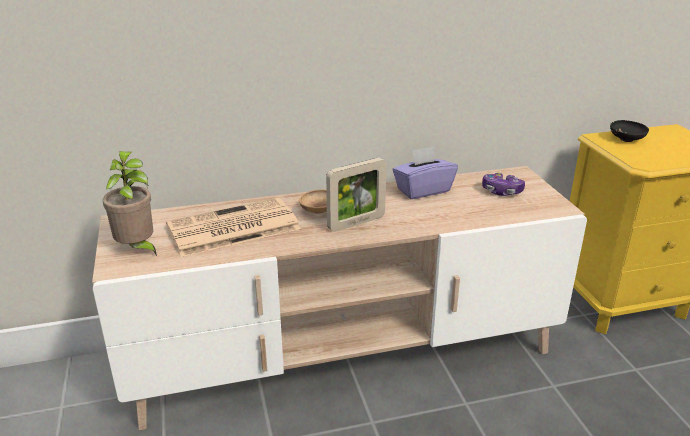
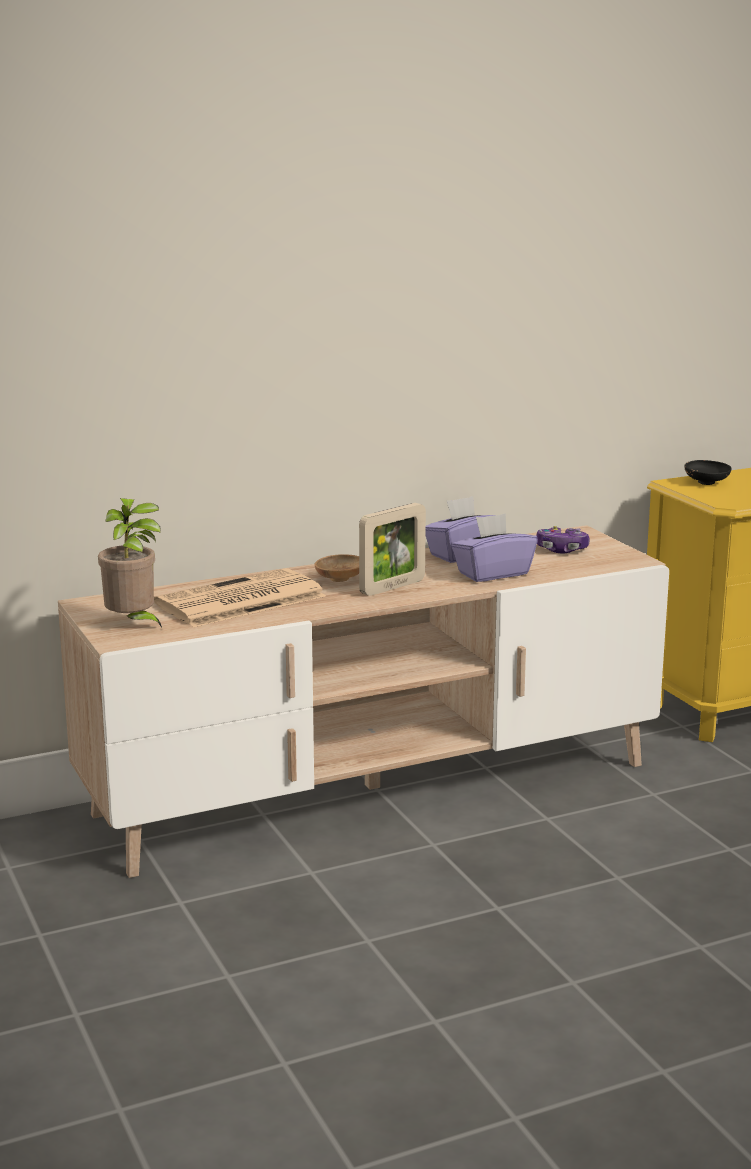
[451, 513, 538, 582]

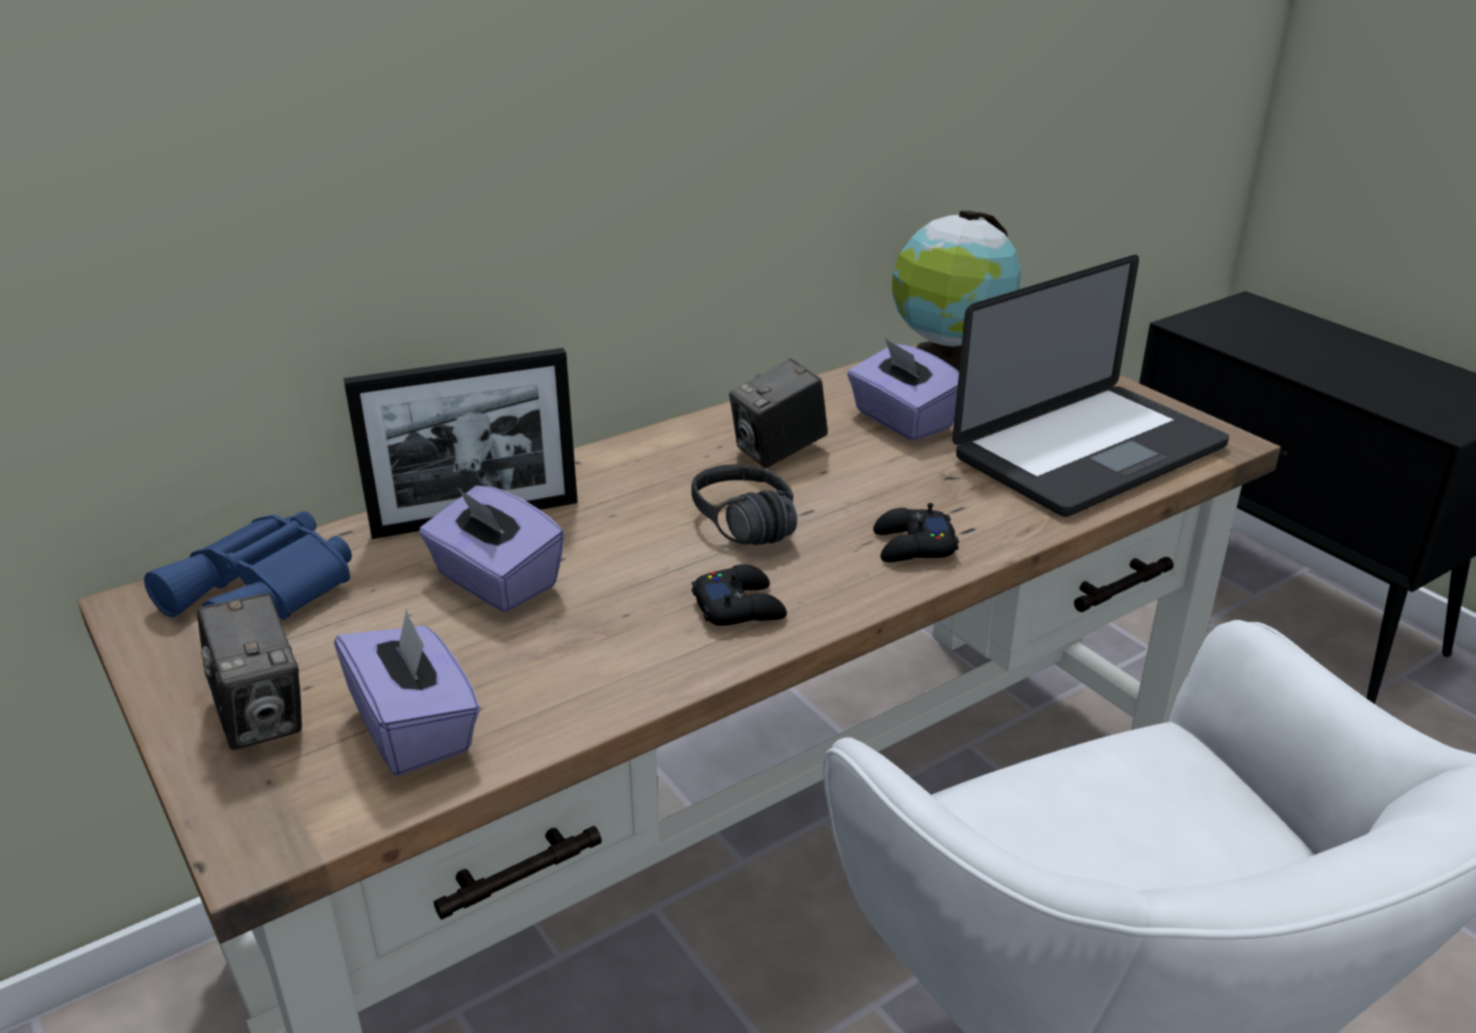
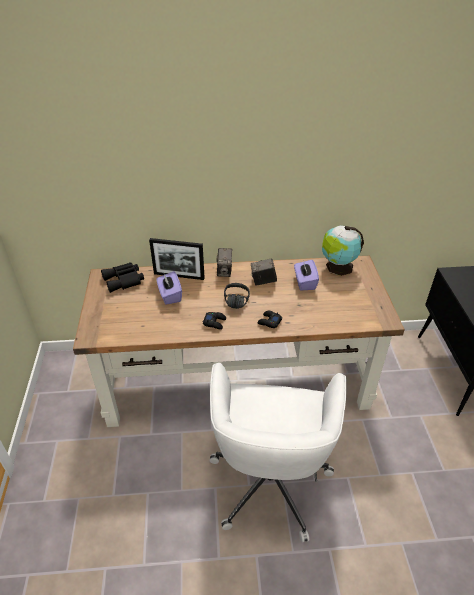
[101, 262, 144, 293]
[216, 248, 232, 277]
[334, 610, 480, 776] (first image)
[952, 255, 1229, 517] (first image)

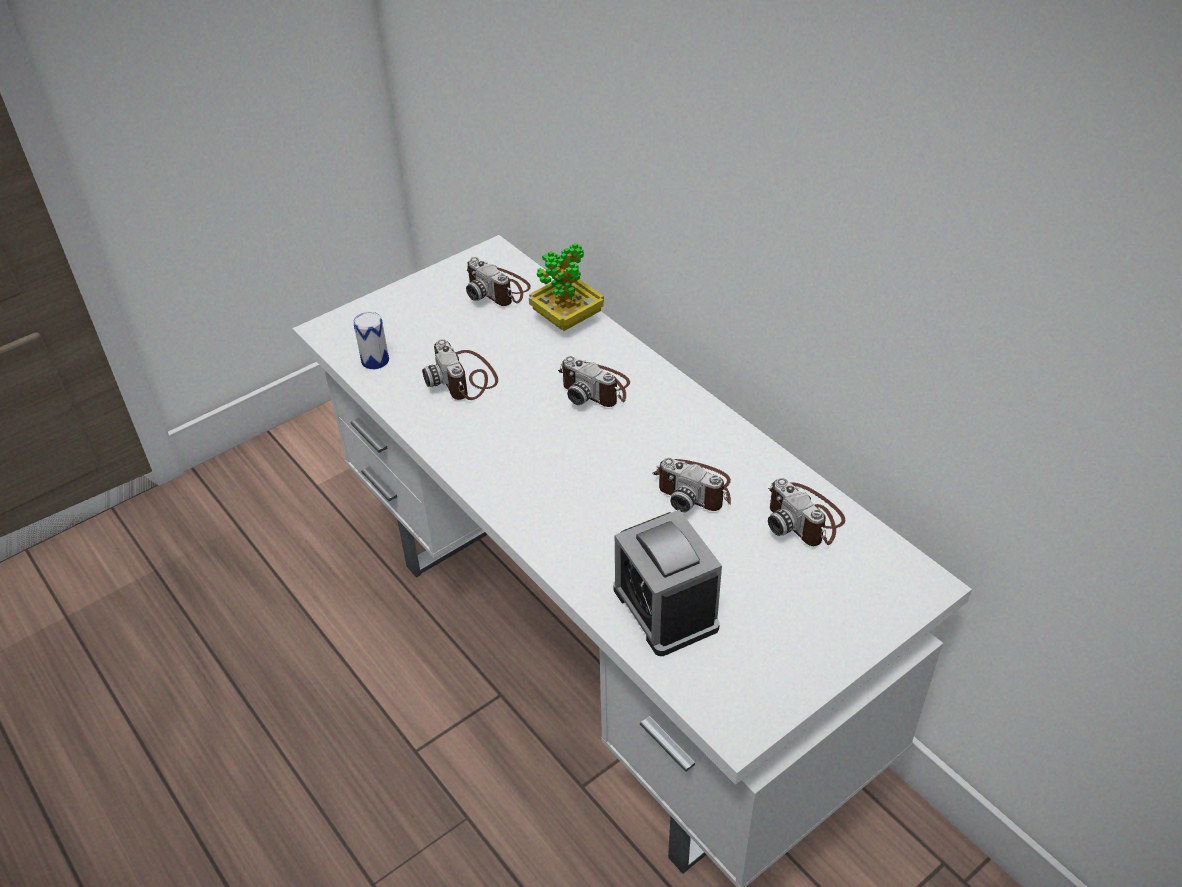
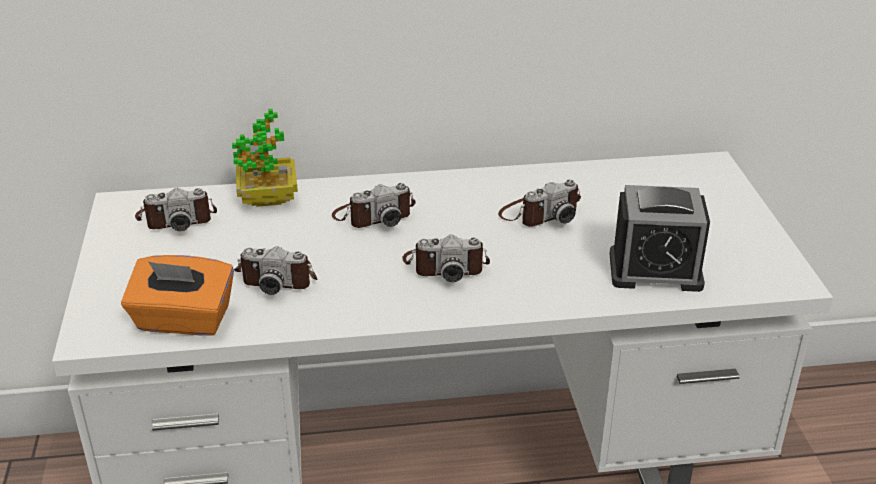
[121, 255, 234, 336]
[402, 235, 490, 282]

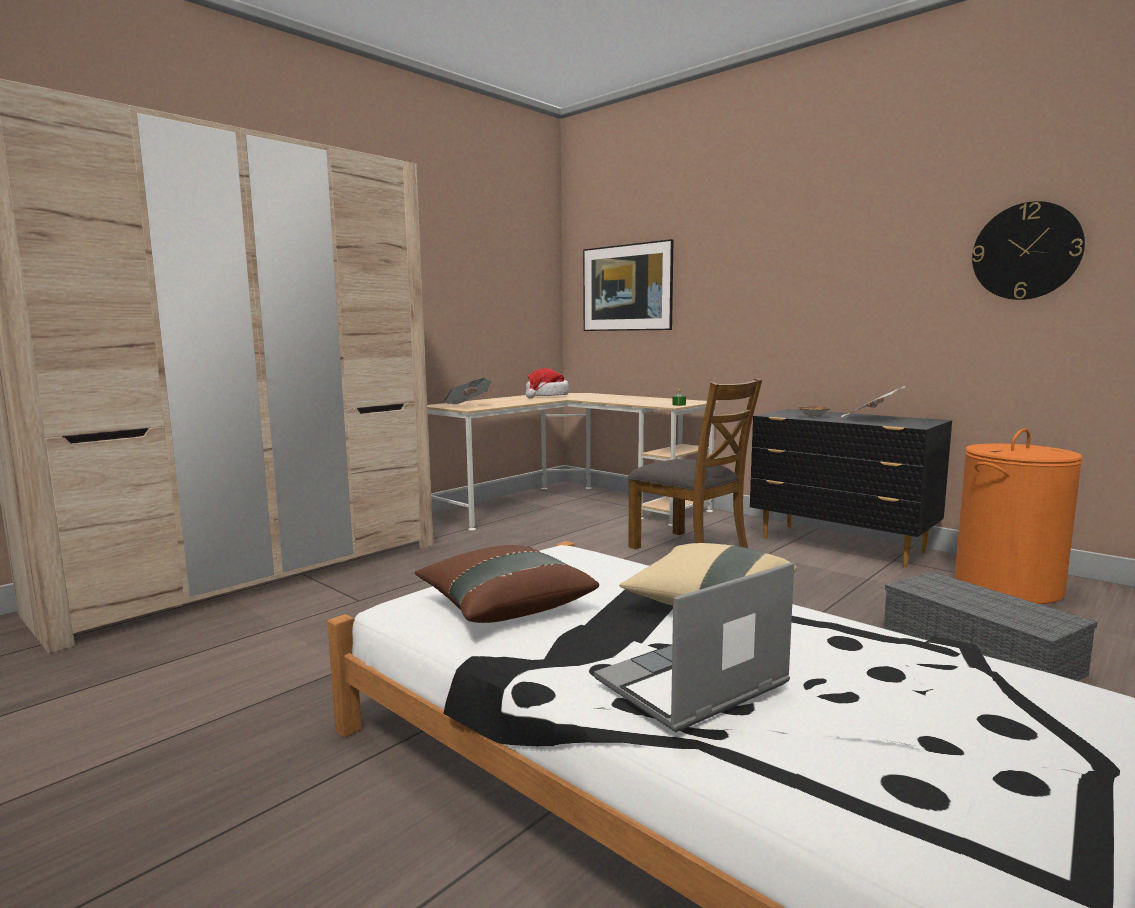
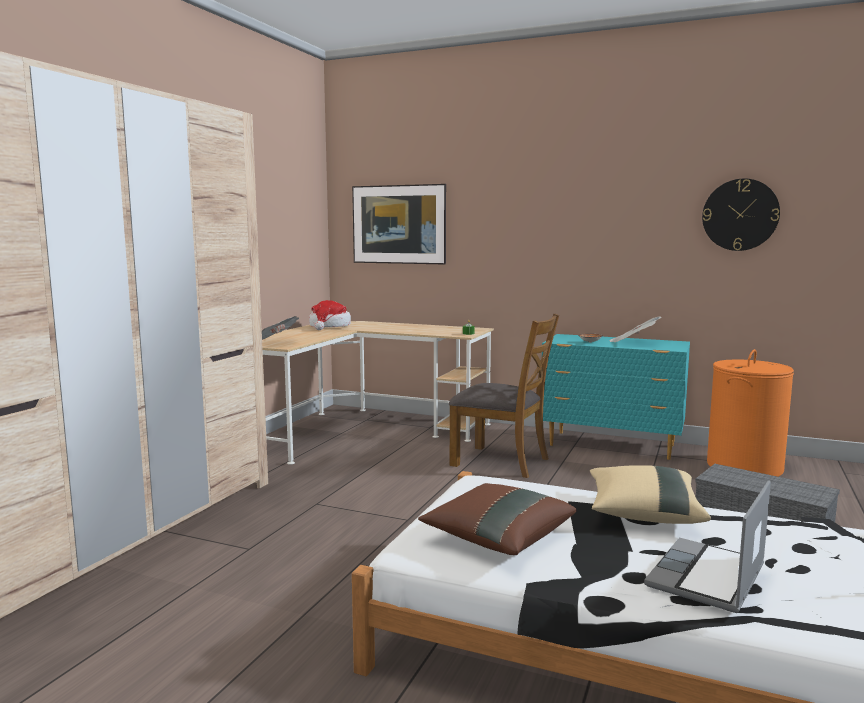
[542, 334, 690, 460]

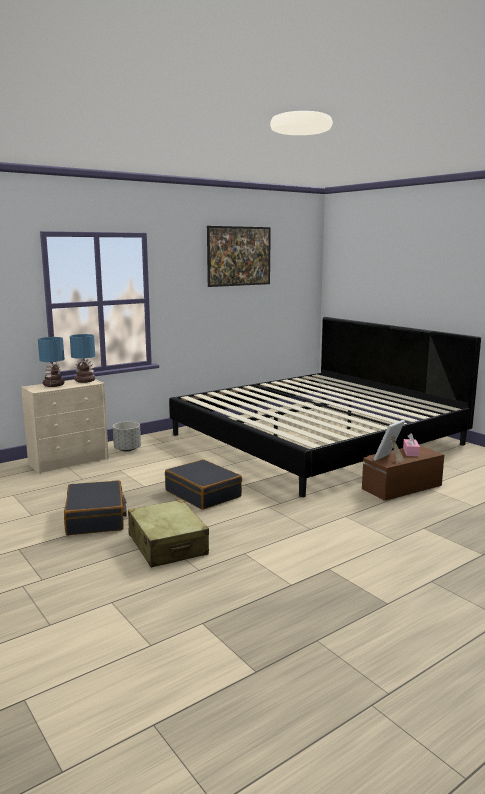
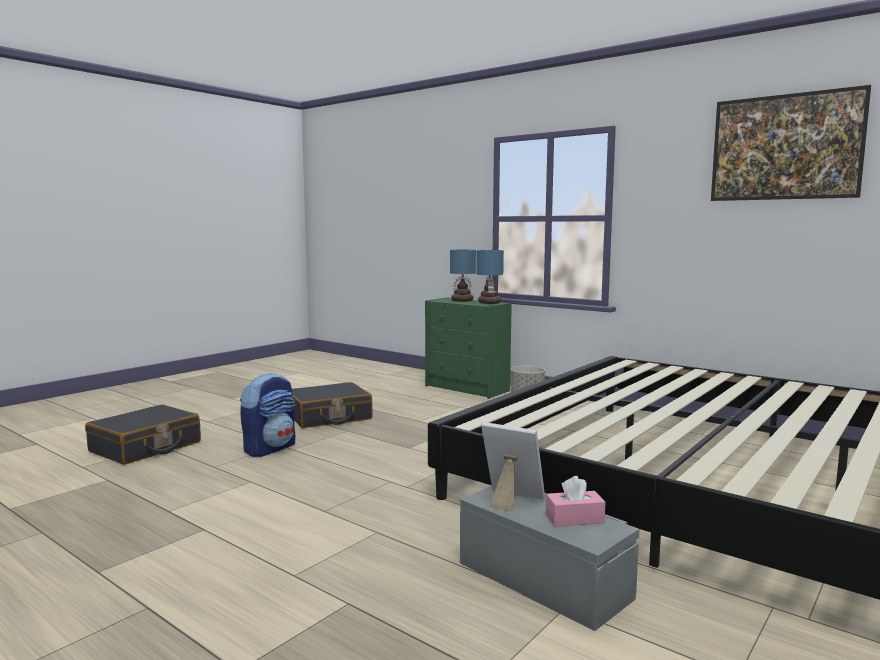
[85, 405, 201, 465]
[240, 373, 295, 457]
[425, 297, 512, 399]
[460, 486, 640, 631]

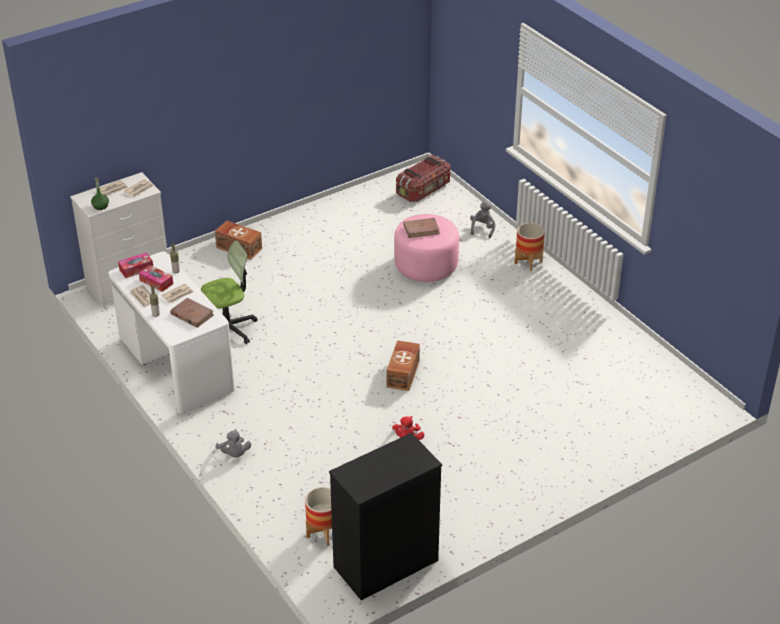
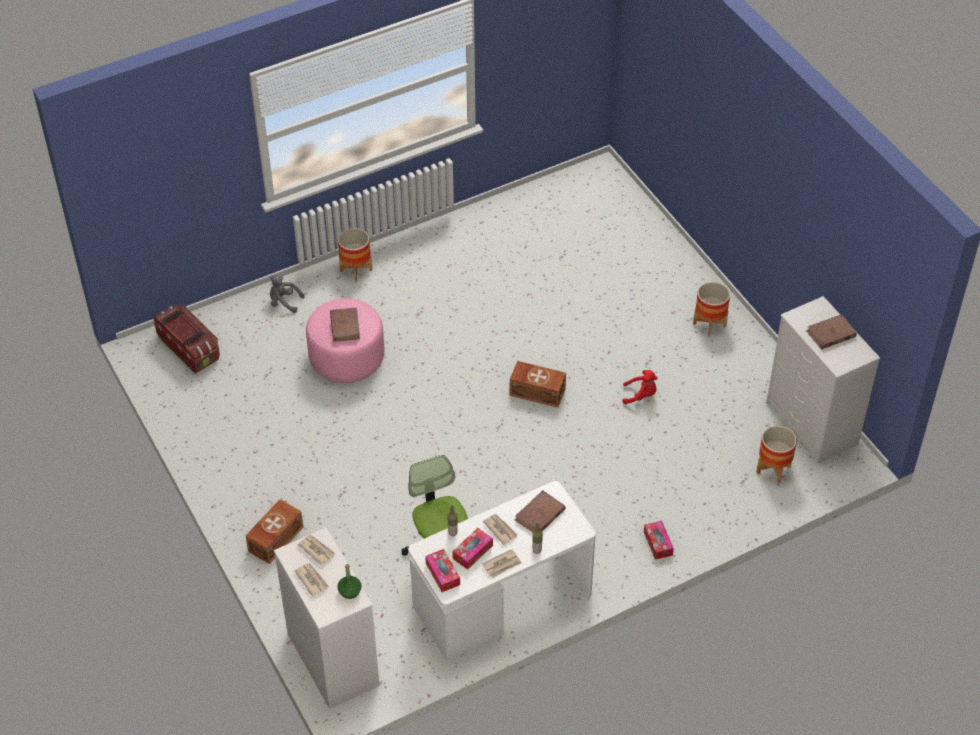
[644, 521, 674, 560]
[693, 282, 730, 337]
[766, 296, 880, 464]
[806, 314, 857, 350]

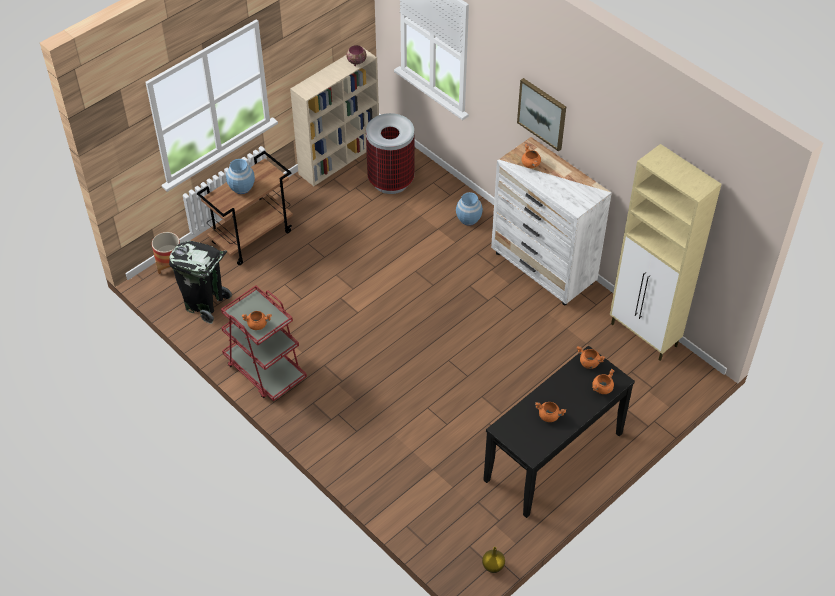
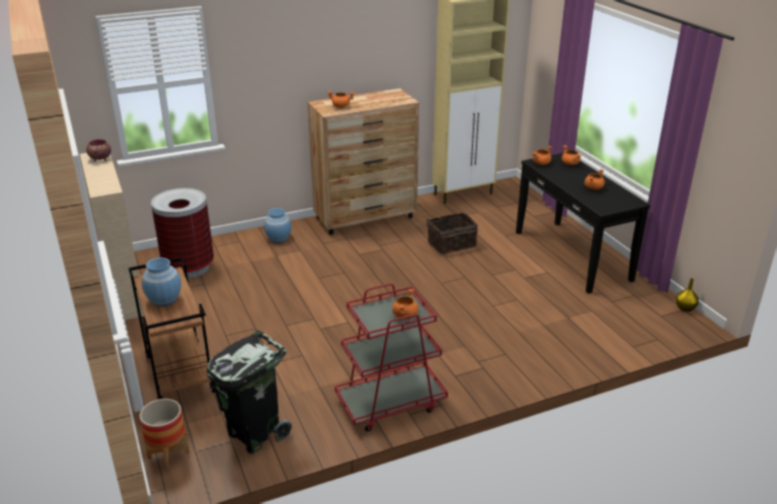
[308, 89, 419, 235]
[426, 213, 478, 254]
[517, 78, 566, 151] (first image)

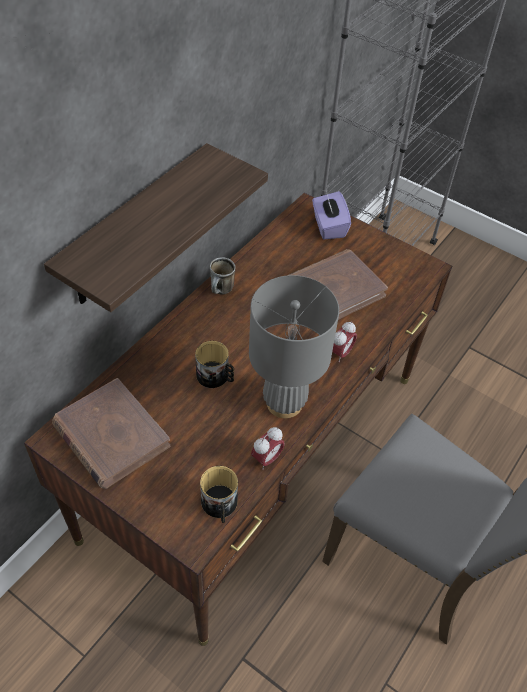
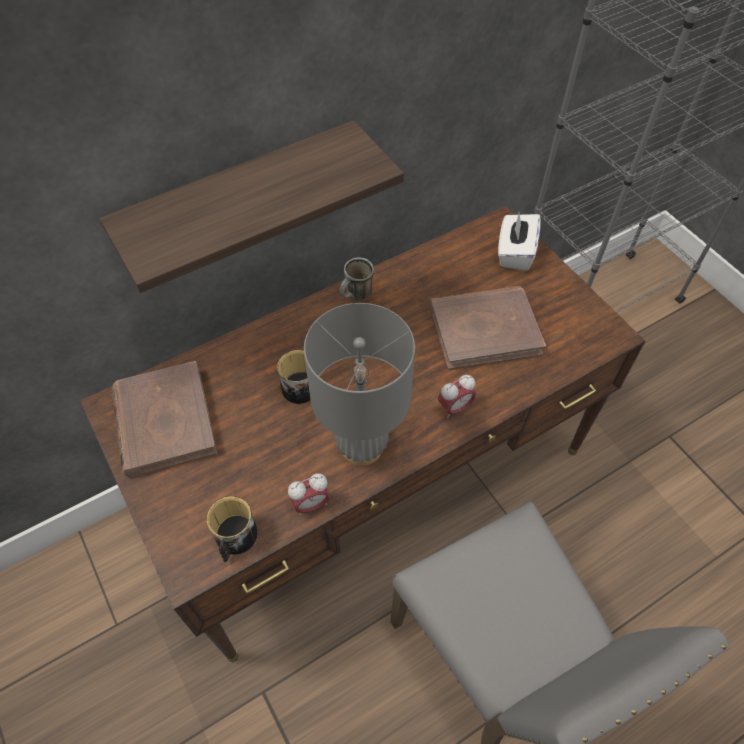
[498, 213, 541, 271]

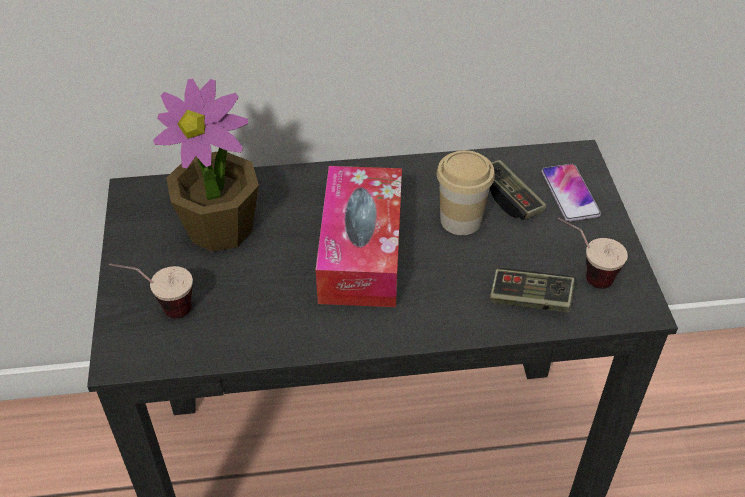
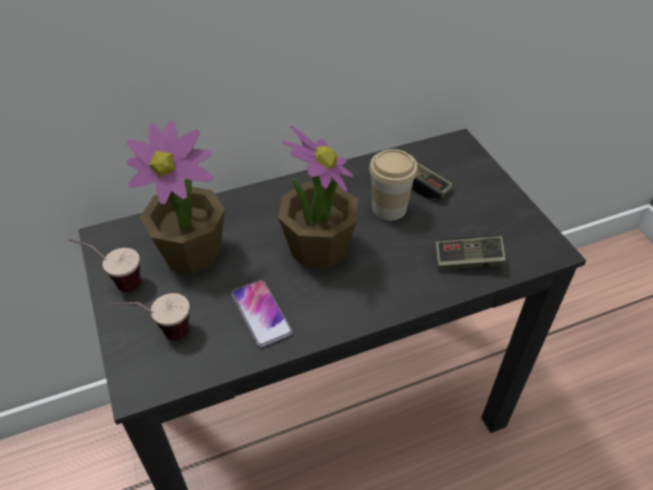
[68, 239, 141, 292]
[232, 280, 292, 347]
[278, 126, 358, 269]

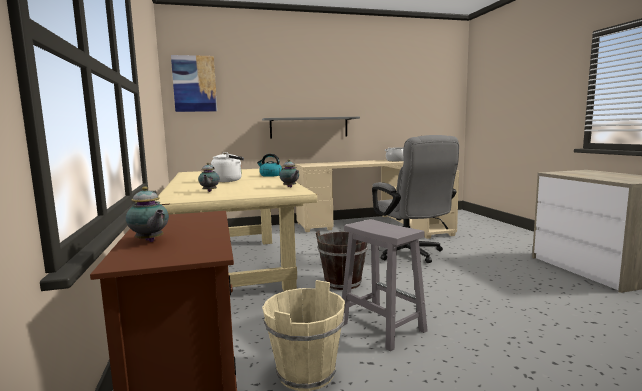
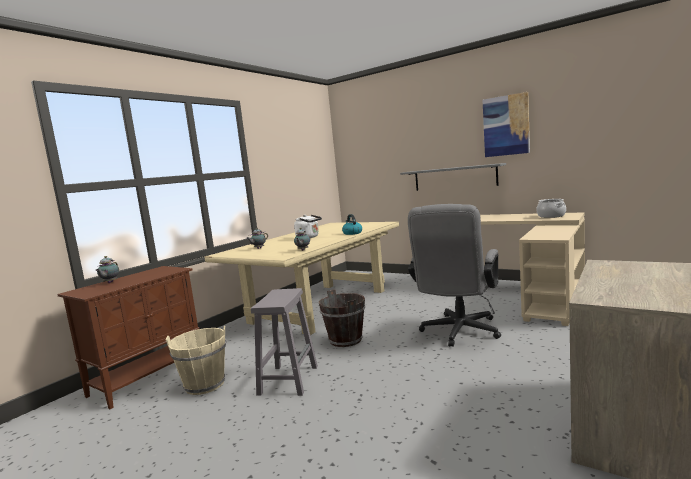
[482, 92, 530, 157]

